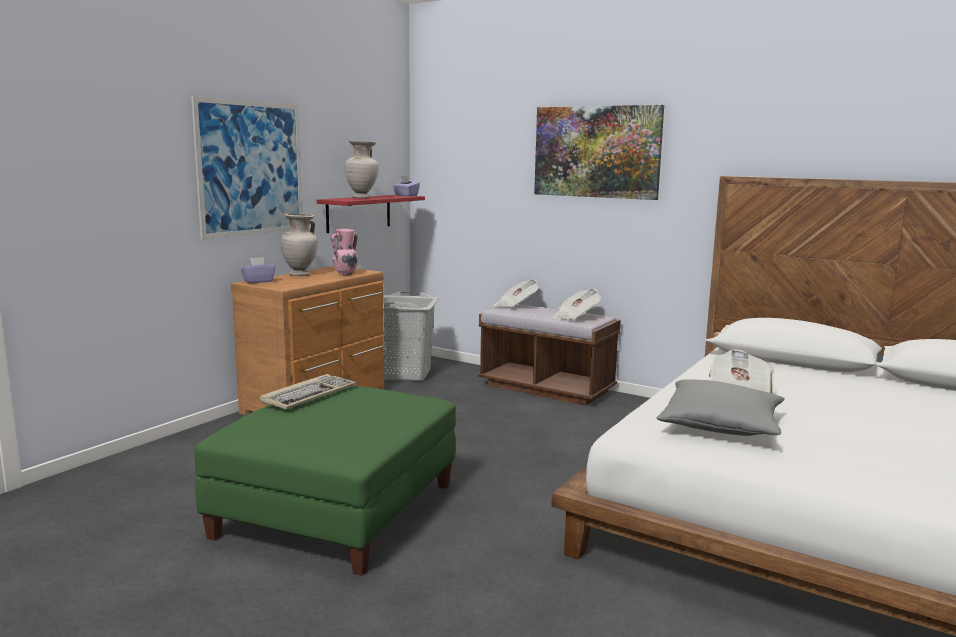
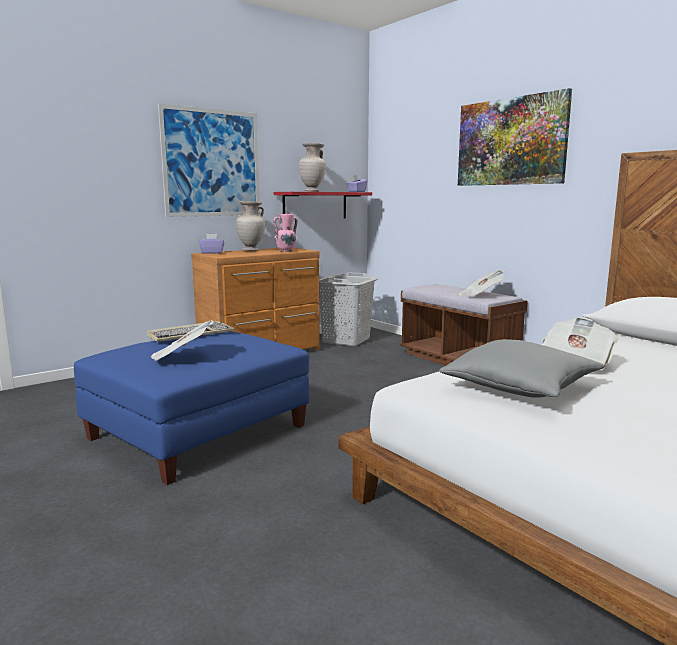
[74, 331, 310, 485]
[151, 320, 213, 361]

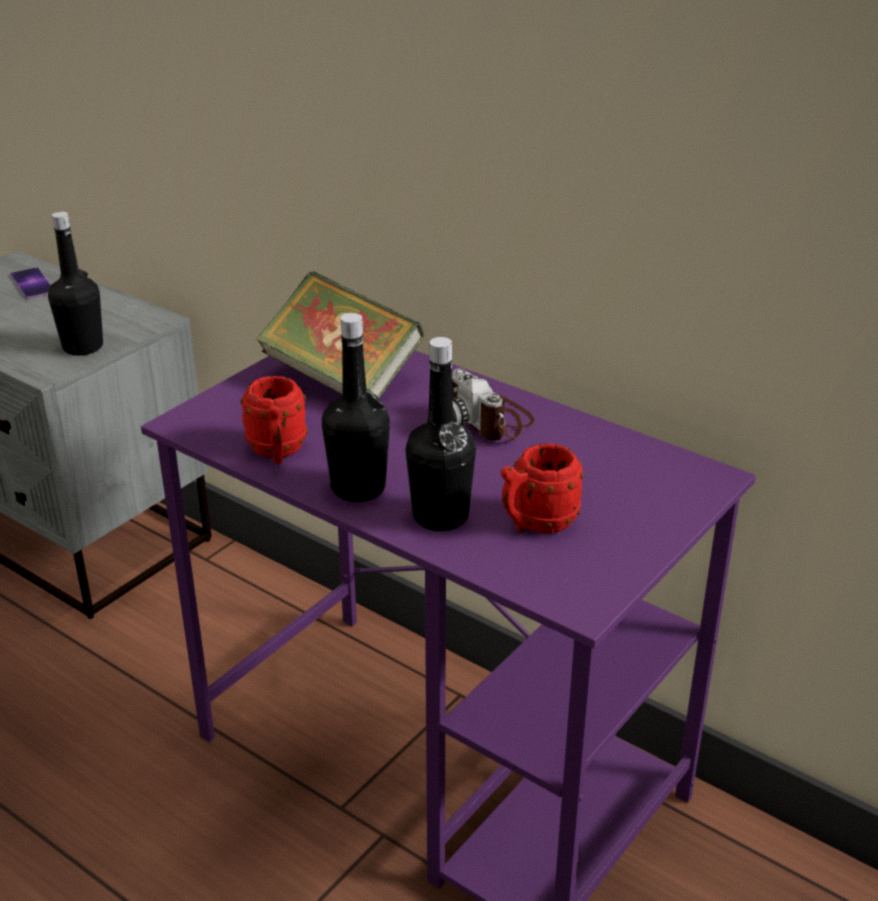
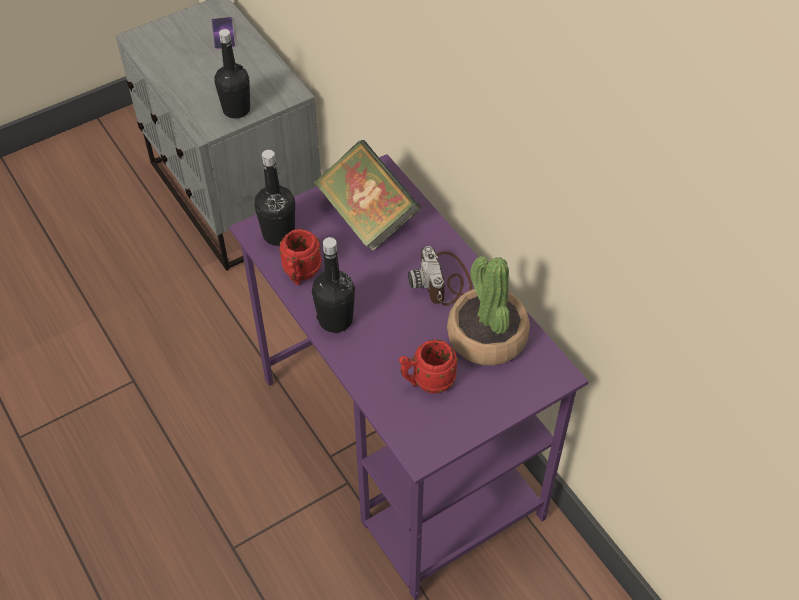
[254, 150, 295, 246]
[447, 256, 530, 366]

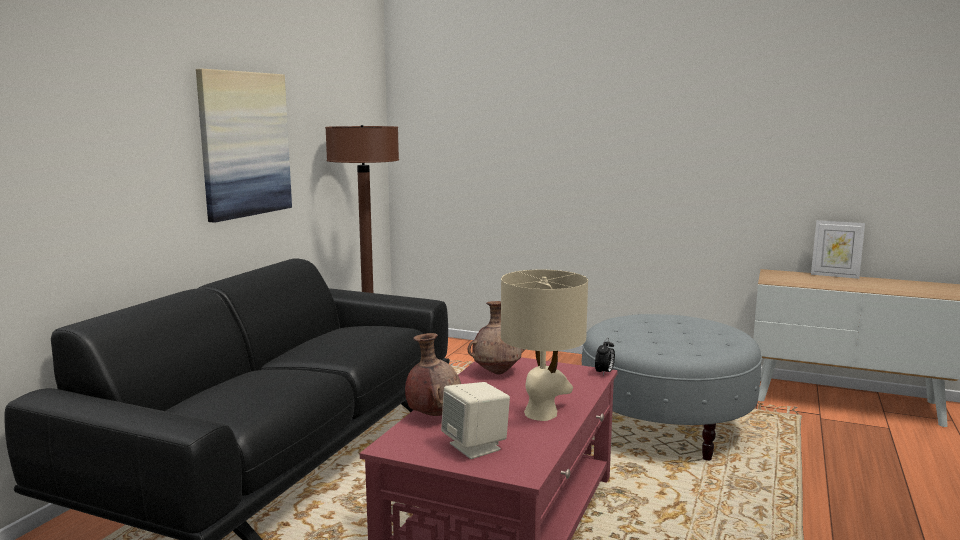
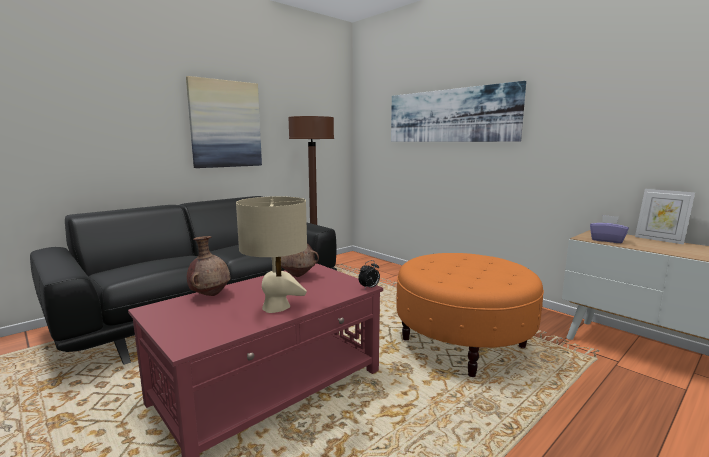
[391, 81, 526, 142]
[396, 253, 544, 377]
[590, 215, 629, 243]
[441, 382, 510, 459] (first image)

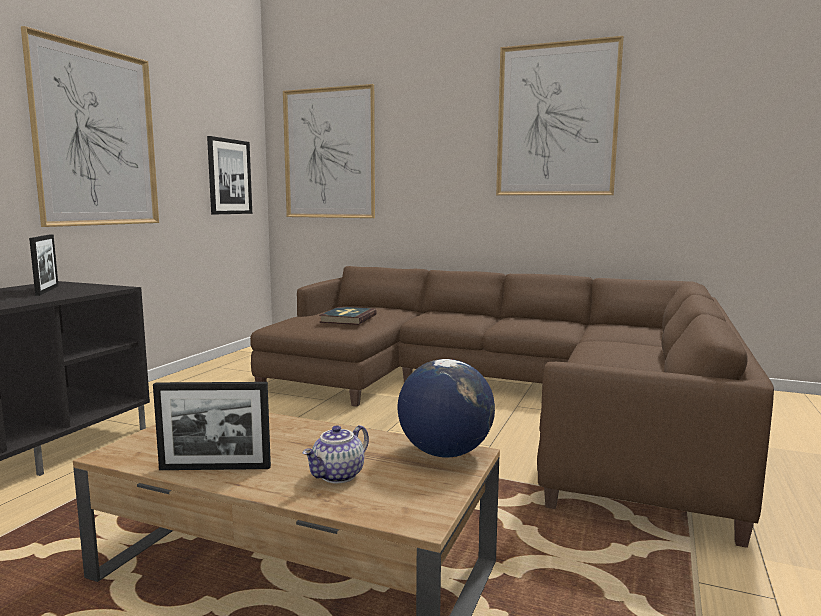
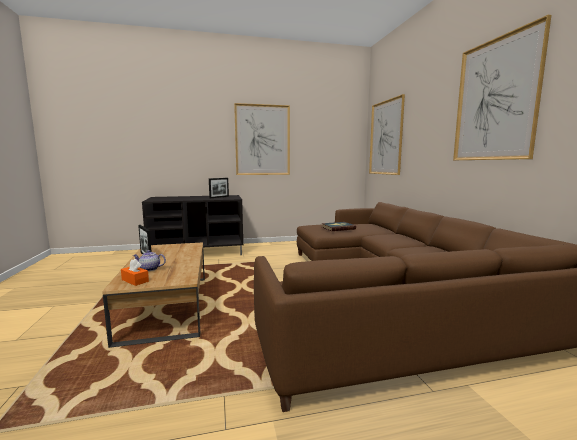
[121, 259, 149, 286]
[207, 136, 252, 214] (first image)
[397, 359, 495, 458] (first image)

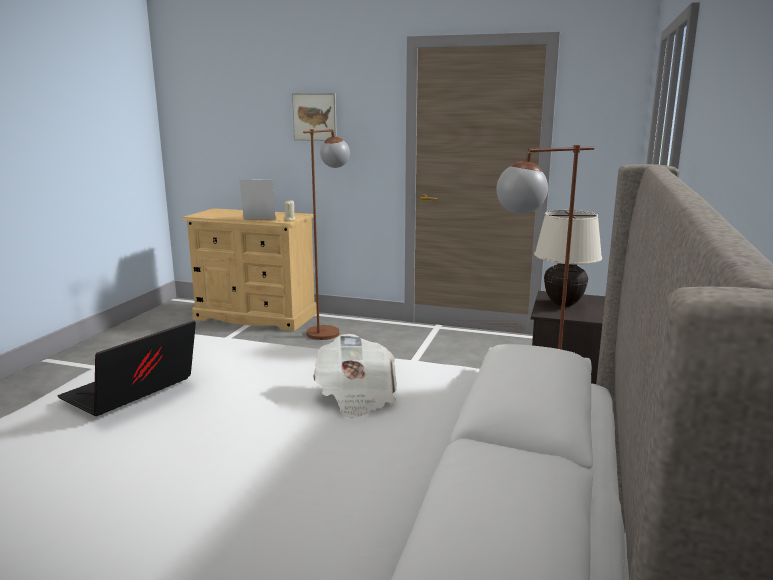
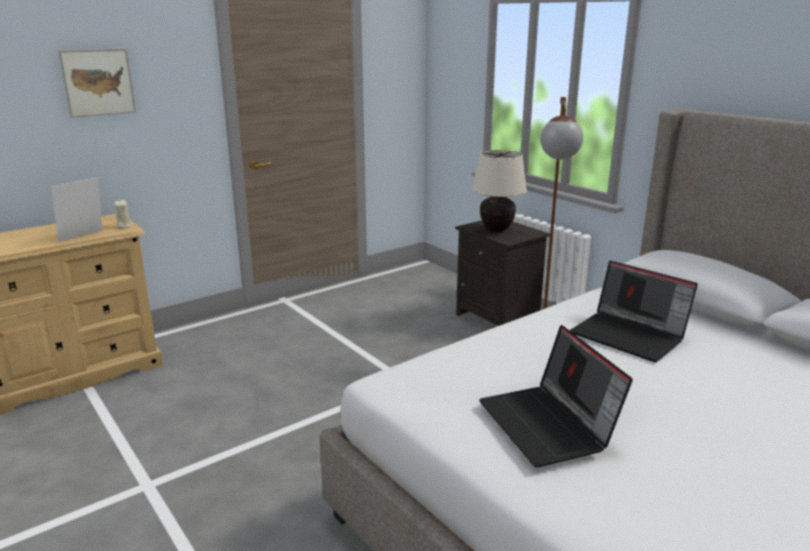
[570, 261, 698, 362]
[303, 129, 350, 340] (first image)

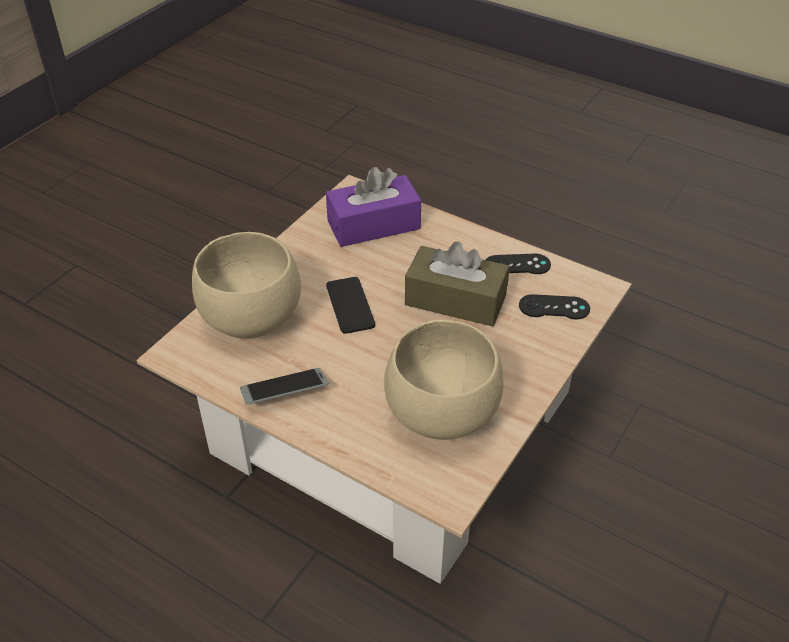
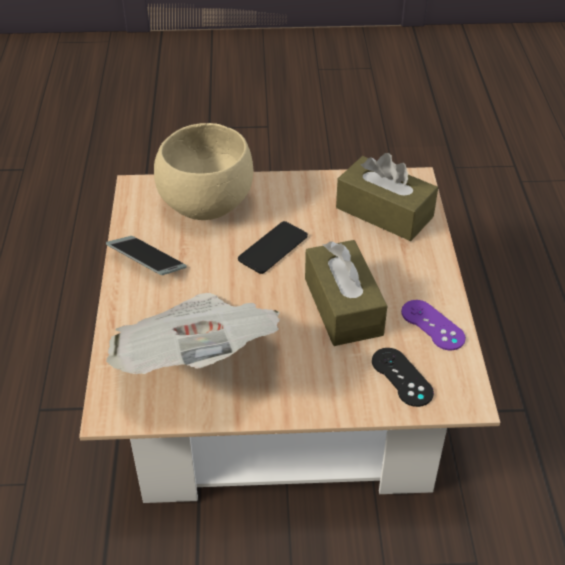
[106, 293, 280, 374]
[336, 153, 438, 241]
[401, 300, 466, 350]

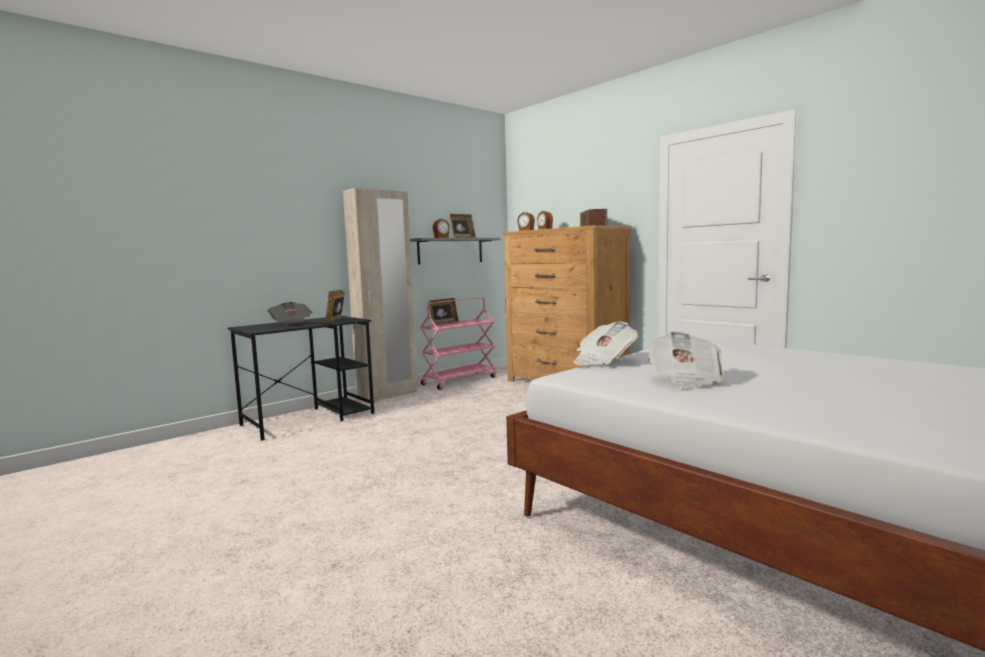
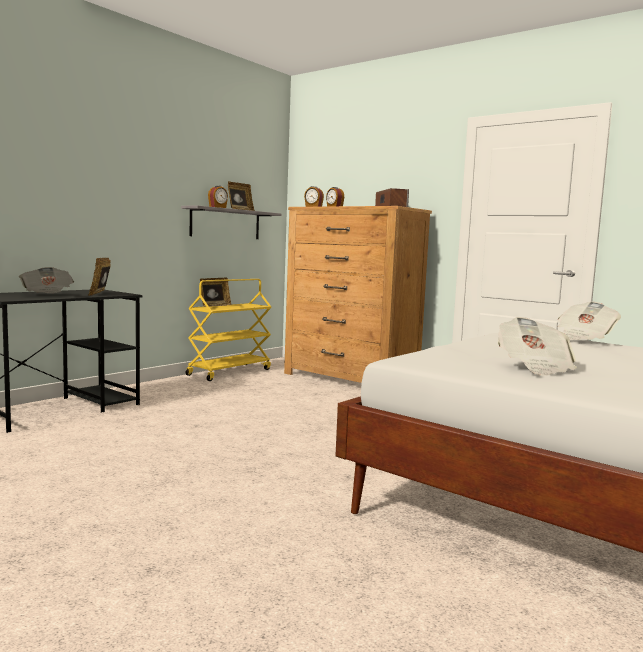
[185, 279, 272, 381]
[558, 302, 621, 340]
[343, 188, 417, 403] (first image)

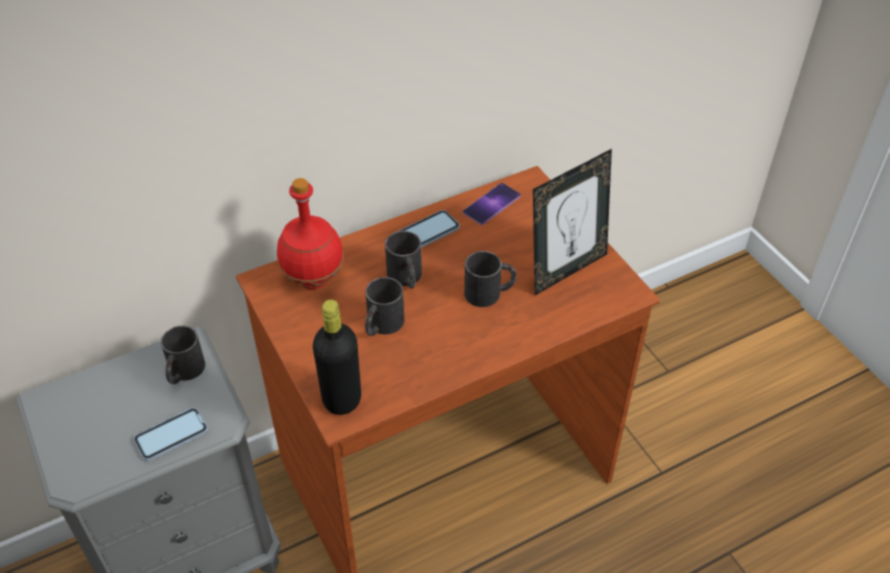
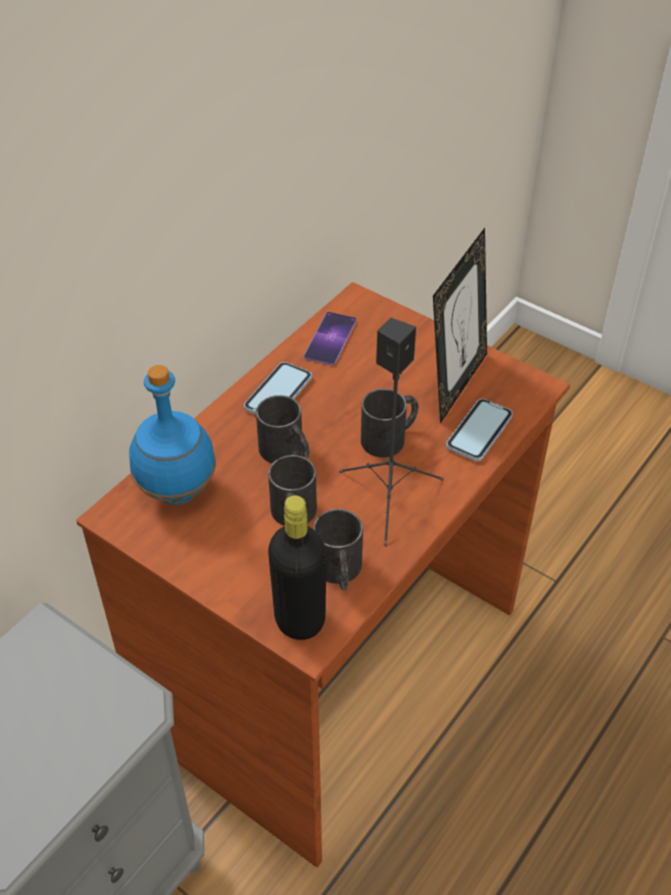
[129, 365, 216, 505]
[313, 509, 363, 590]
[339, 318, 444, 546]
[446, 399, 513, 461]

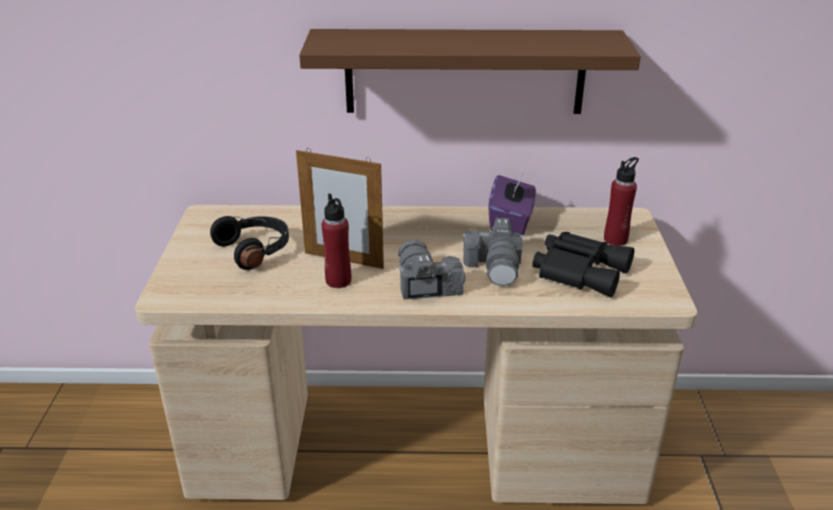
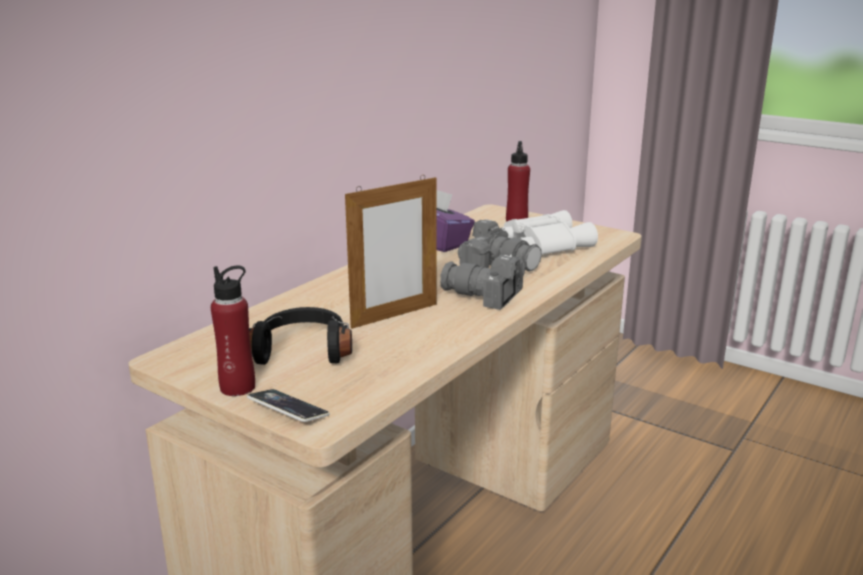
[211, 266, 255, 396]
[247, 389, 330, 422]
[501, 210, 598, 256]
[299, 29, 641, 114] (first image)

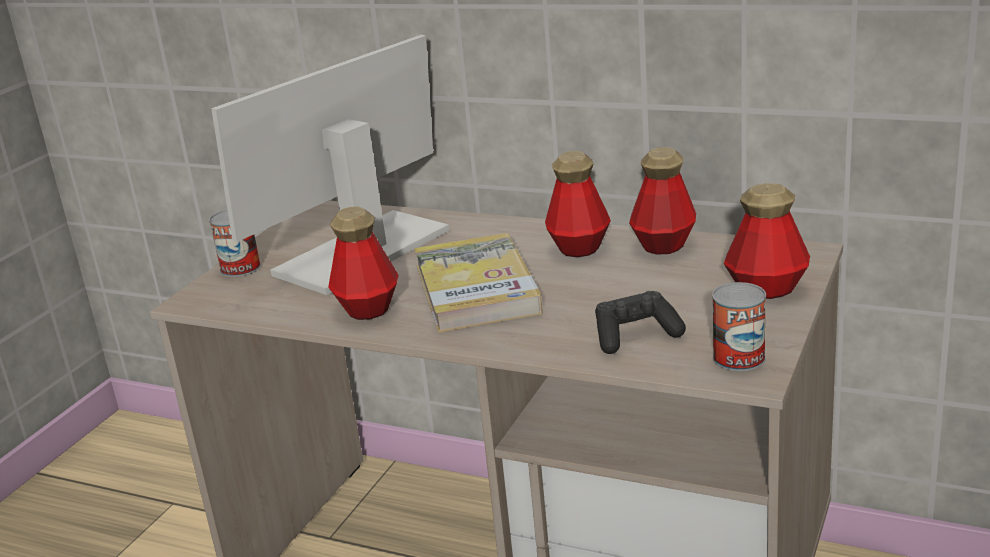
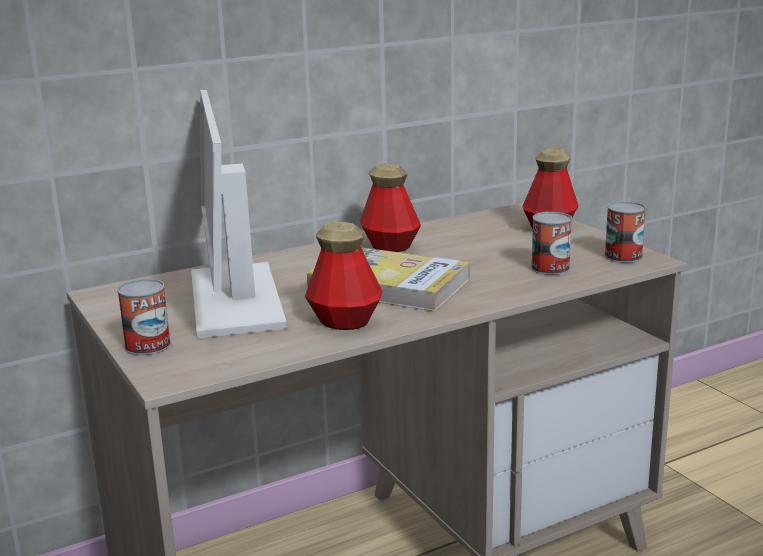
[531, 212, 572, 275]
[629, 147, 696, 255] (first image)

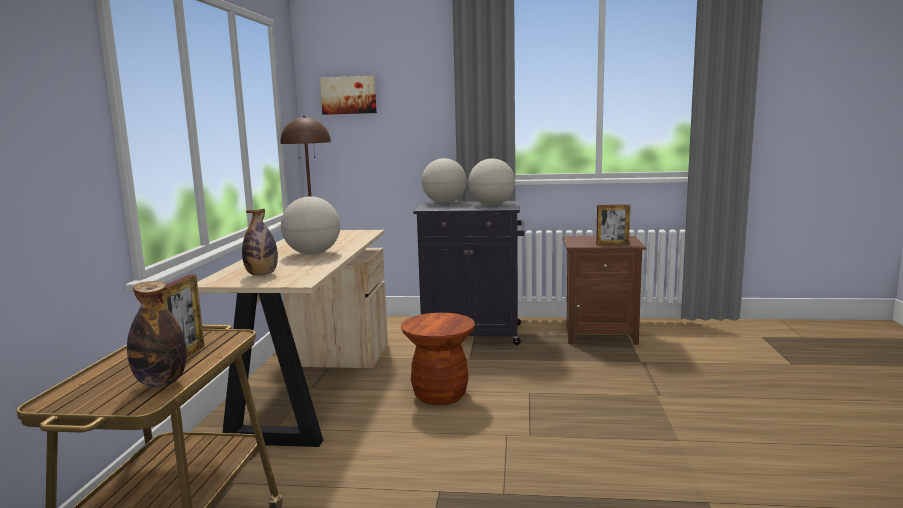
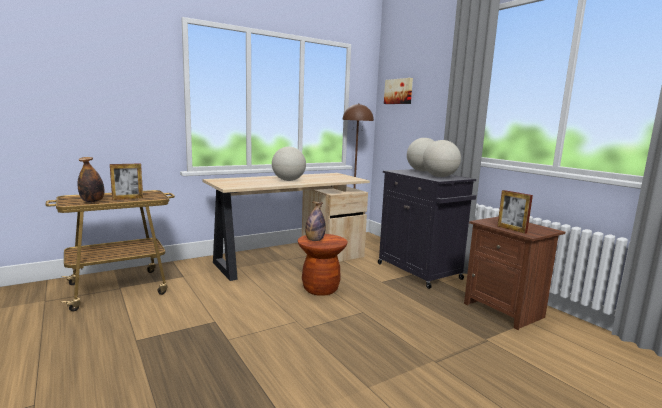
[305, 202, 326, 241]

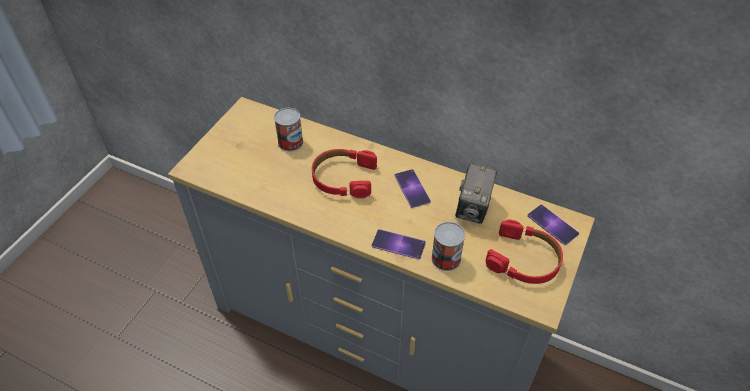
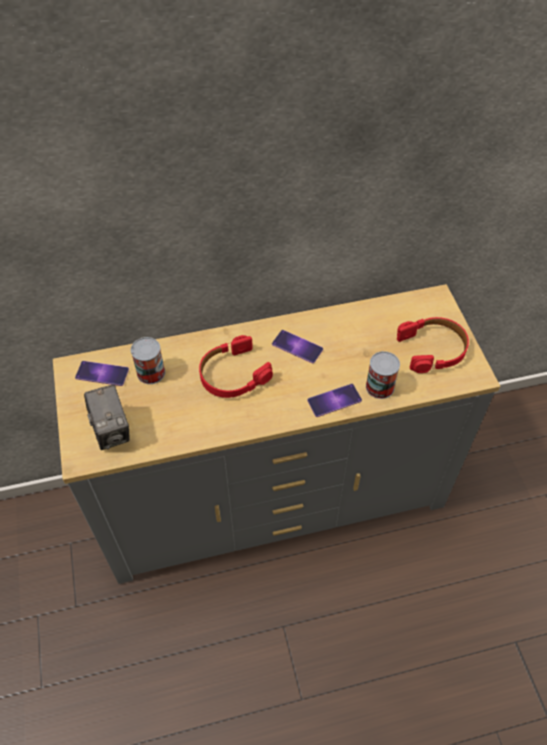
[75, 361, 129, 386]
[84, 384, 130, 450]

